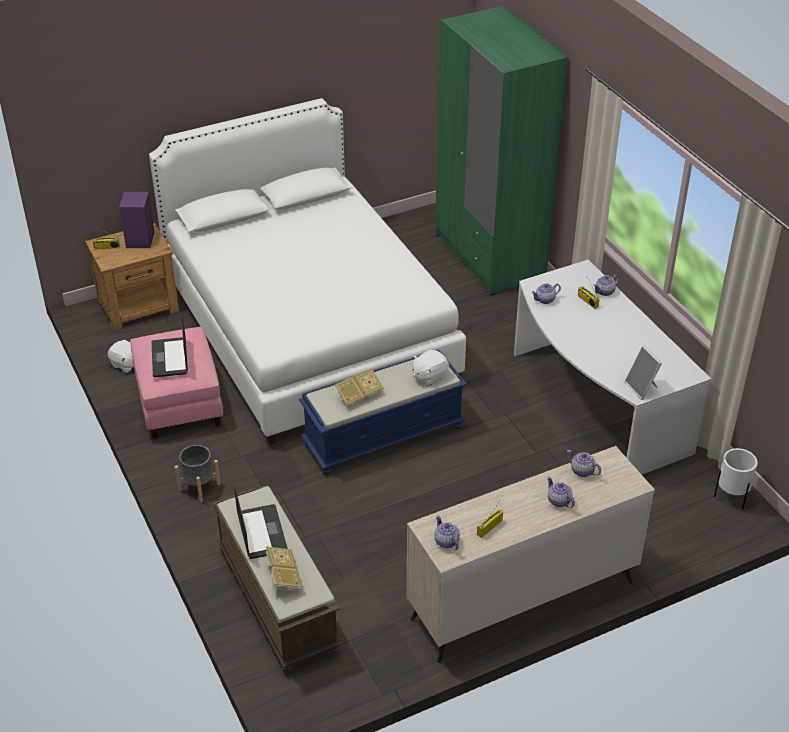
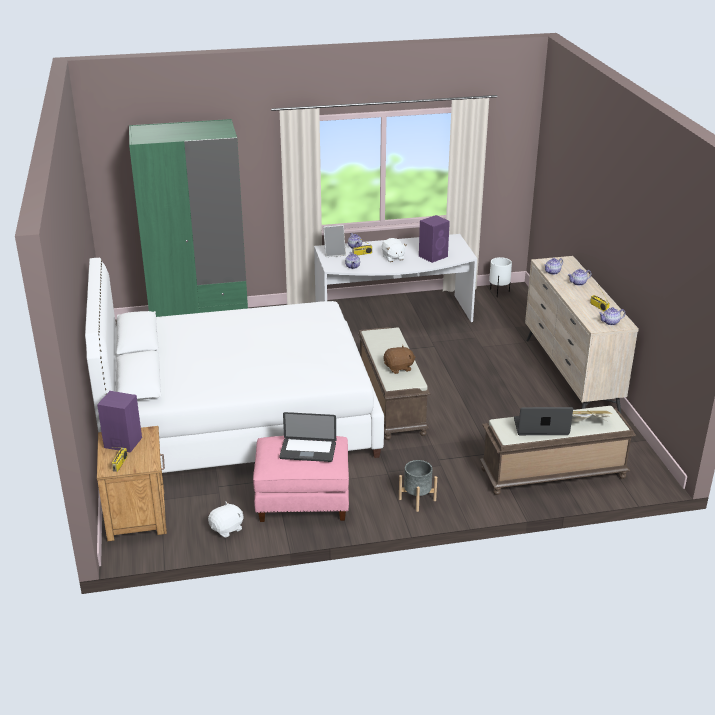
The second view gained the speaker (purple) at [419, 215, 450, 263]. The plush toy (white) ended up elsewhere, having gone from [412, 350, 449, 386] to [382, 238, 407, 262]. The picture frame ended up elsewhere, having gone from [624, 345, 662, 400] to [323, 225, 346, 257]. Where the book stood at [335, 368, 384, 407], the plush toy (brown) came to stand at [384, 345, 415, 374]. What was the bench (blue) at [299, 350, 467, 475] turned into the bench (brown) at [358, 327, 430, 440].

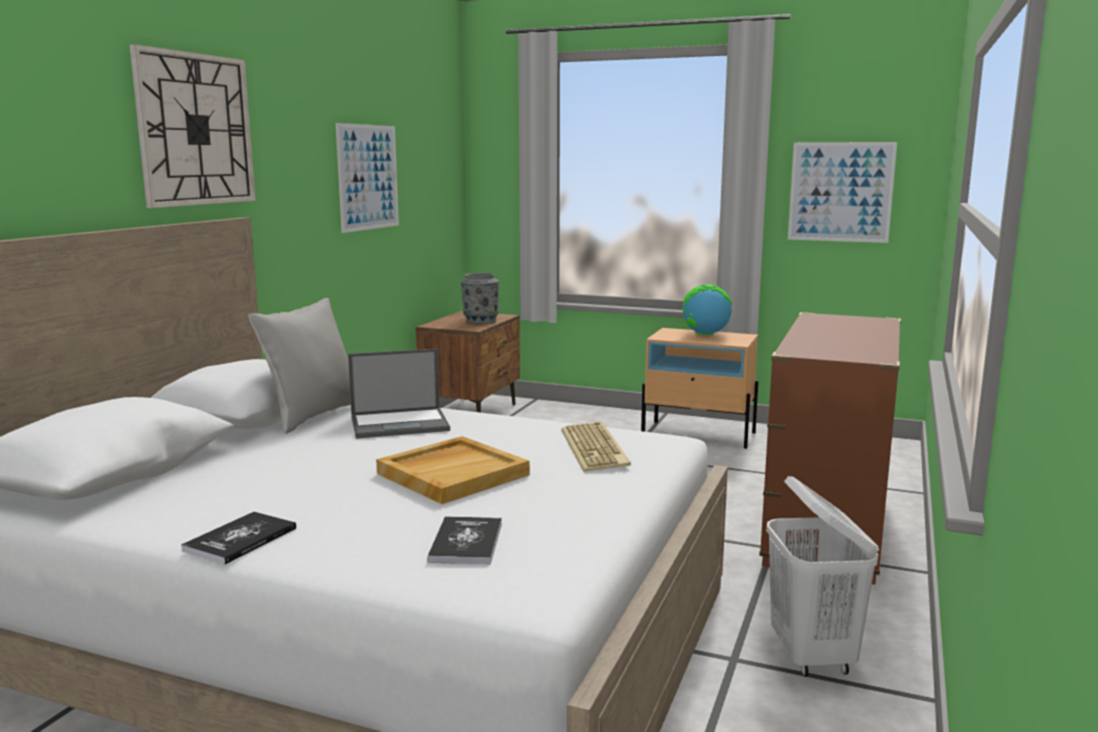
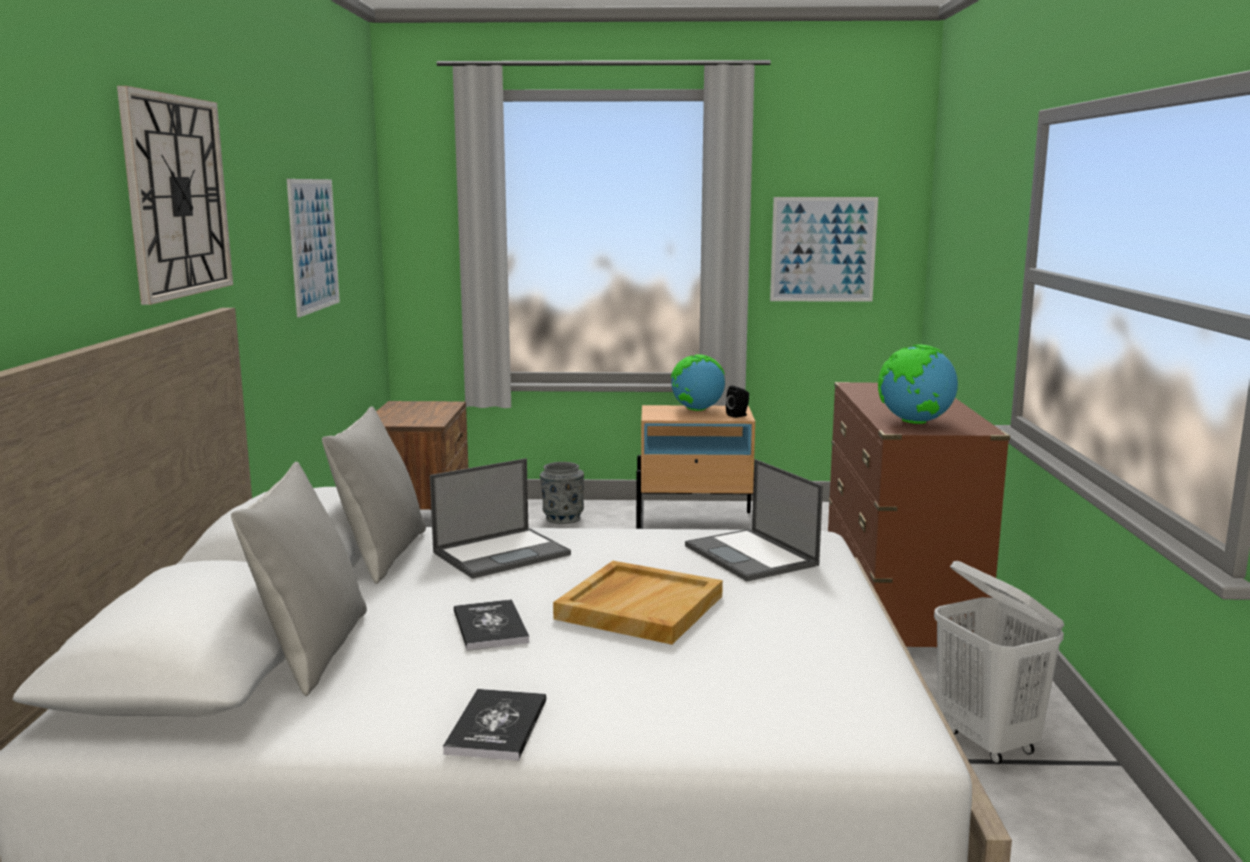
The second view gained the pillow (grey) at [231, 462, 367, 696]. The second view gained the speaker (black) at [726, 385, 749, 418]. The second view gained the globe at [878, 345, 958, 424]. The book ended up elsewhere, having gone from [427, 516, 502, 565] to [454, 599, 529, 651]. The vase (grey) ended up elsewhere, having gone from [461, 273, 499, 324] to [540, 462, 584, 524]. Where the keyboard stood at [561, 422, 631, 472], the laptop came to stand at [685, 459, 823, 581].

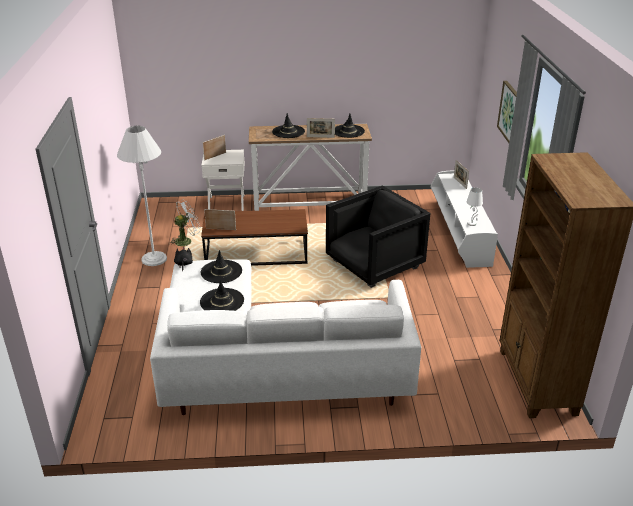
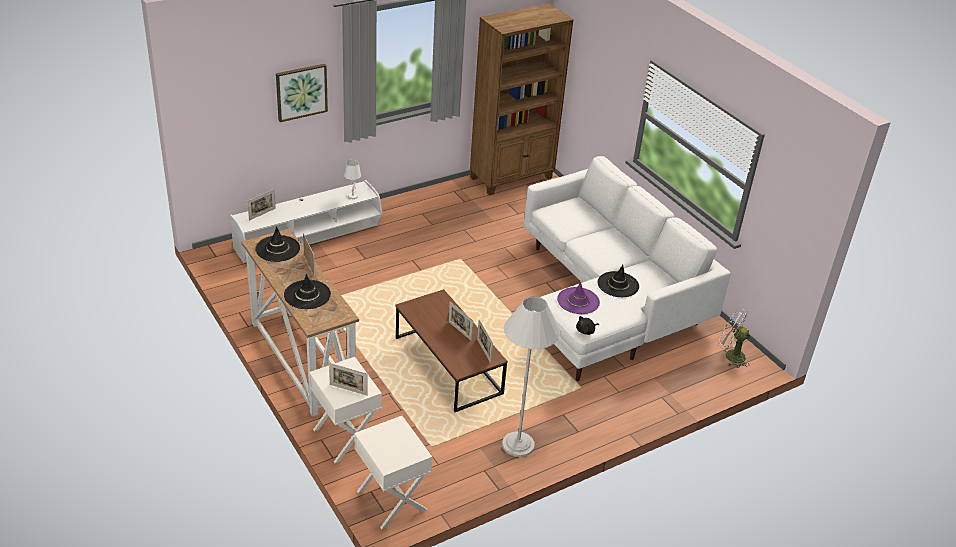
The second view lost the armchair (black) at [326, 185, 430, 288]. The second view gained the nightstand (white) at [355, 416, 432, 530]. The second view gained the picture frame at [448, 302, 473, 341]. The fan (white) ended up elsewhere, having gone from [169, 200, 200, 246] to [718, 308, 750, 368]. What was the hat (black) at [201, 250, 242, 283] turned into the hat (purple) at [557, 281, 600, 314].

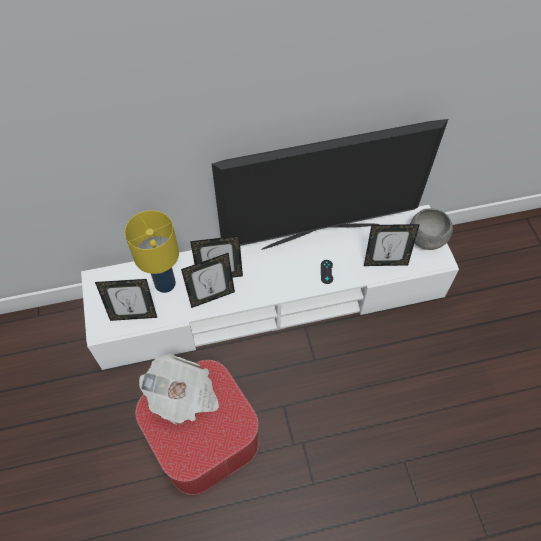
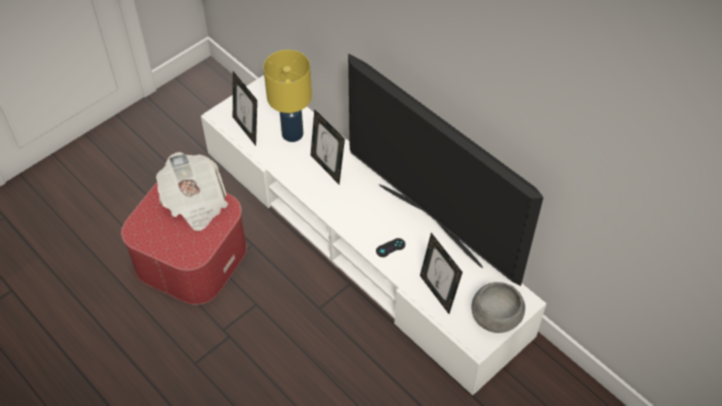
The second view lost the picture frame at [181, 253, 235, 308].

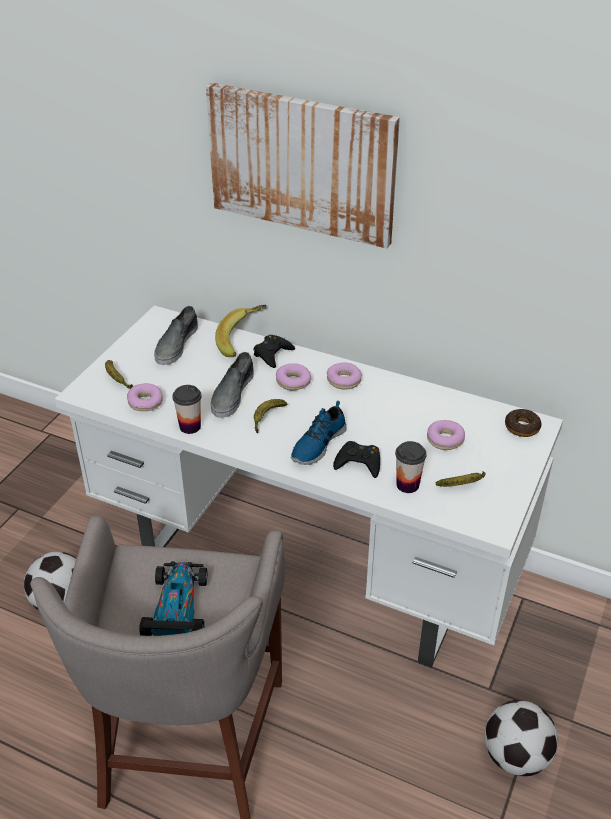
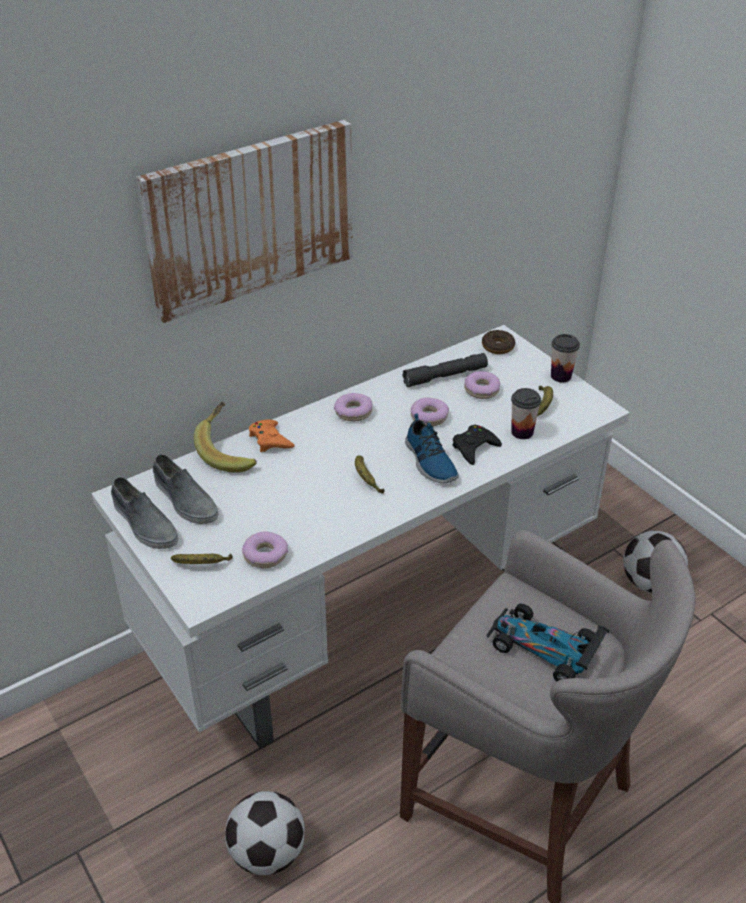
The second view gained the flashlight (grey) at [402, 353, 488, 387]. The cup ended up elsewhere, having gone from [172, 385, 202, 434] to [551, 334, 580, 382]. The shoe (grey) ended up elsewhere, having gone from [211, 352, 254, 418] to [111, 477, 178, 549]. The donut ended up elsewhere, having gone from [276, 363, 311, 390] to [411, 397, 449, 426]. What was the game controller (black) at [254, 335, 295, 368] turned into the game controller (orange) at [249, 420, 295, 452].

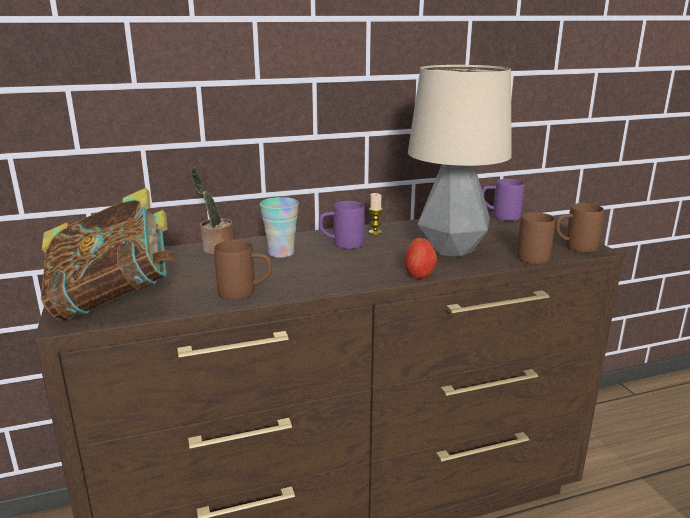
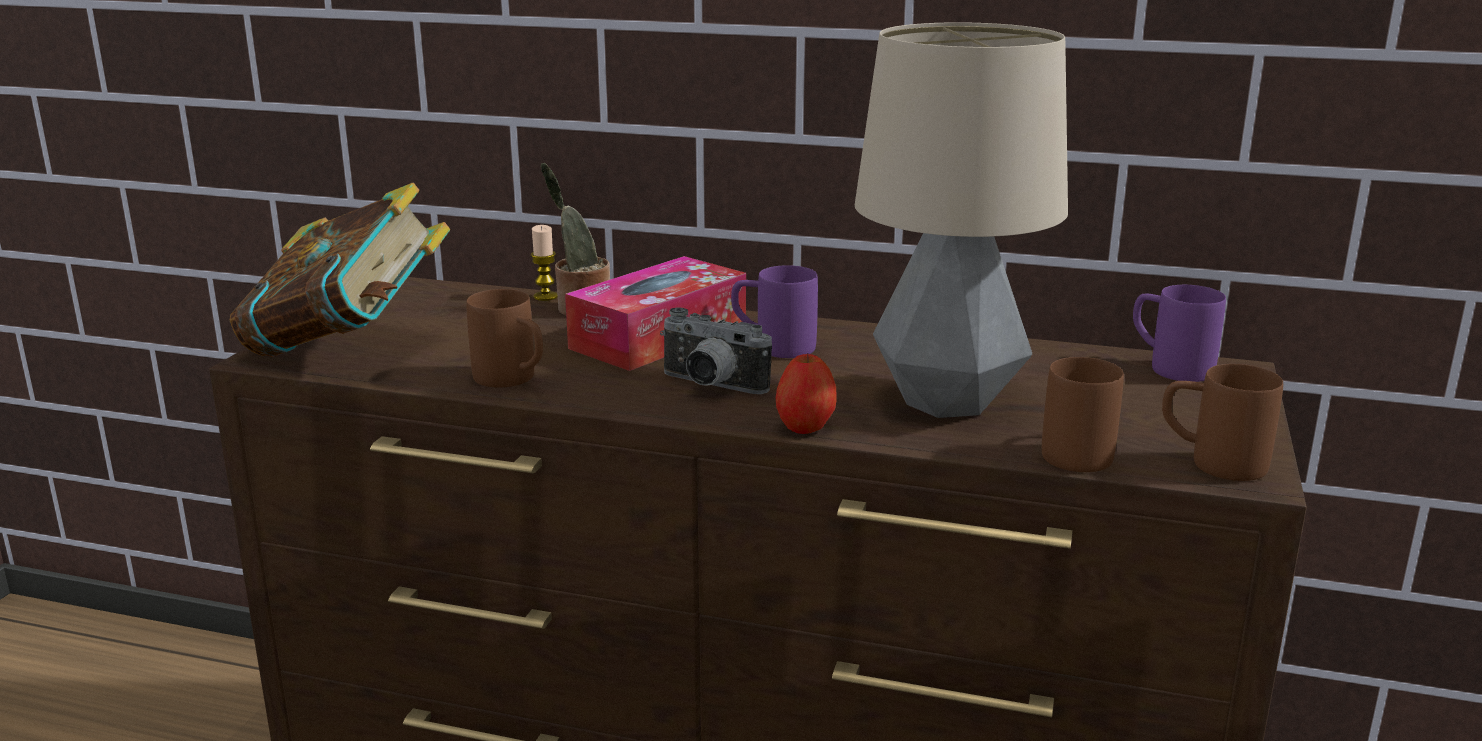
The second view gained the photo camera at [660, 307, 772, 394]. The candle ended up elsewhere, having gone from [369, 193, 383, 235] to [531, 225, 558, 301]. Where the cup stood at [260, 197, 299, 258], the tissue box came to stand at [565, 256, 746, 371].

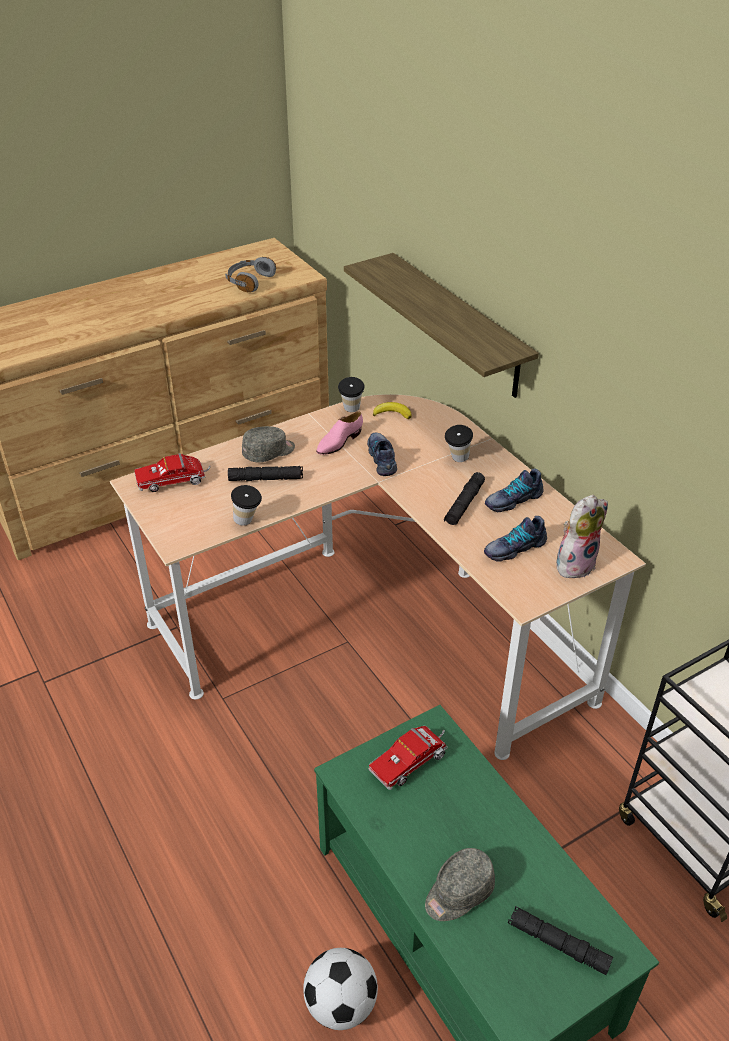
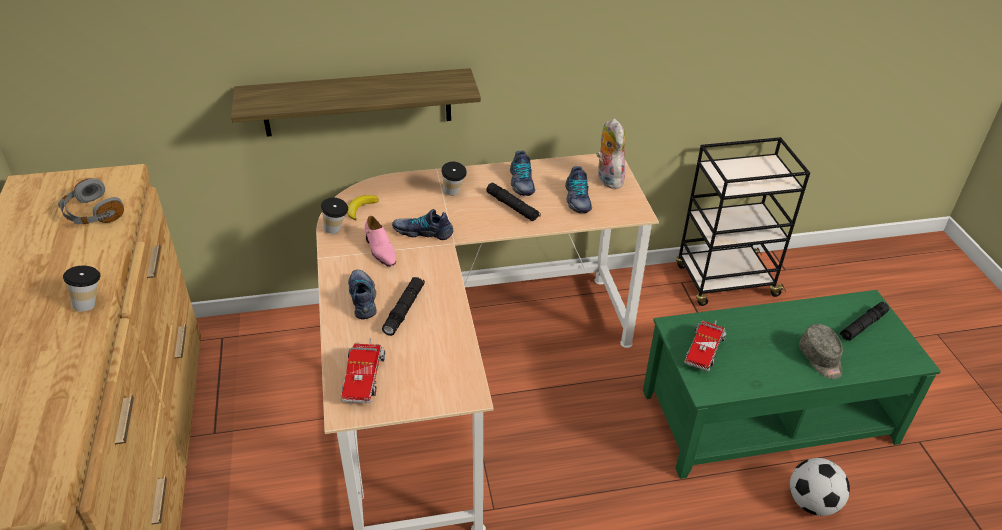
The cup ended up elsewhere, having gone from [231, 485, 262, 526] to [63, 266, 100, 311]. Where the cap (grey) stood at [242, 426, 295, 462], the shoe came to stand at [348, 270, 377, 320]. The toy truck at [369, 726, 448, 790] ended up facing another way, 45 degrees clockwise from before.

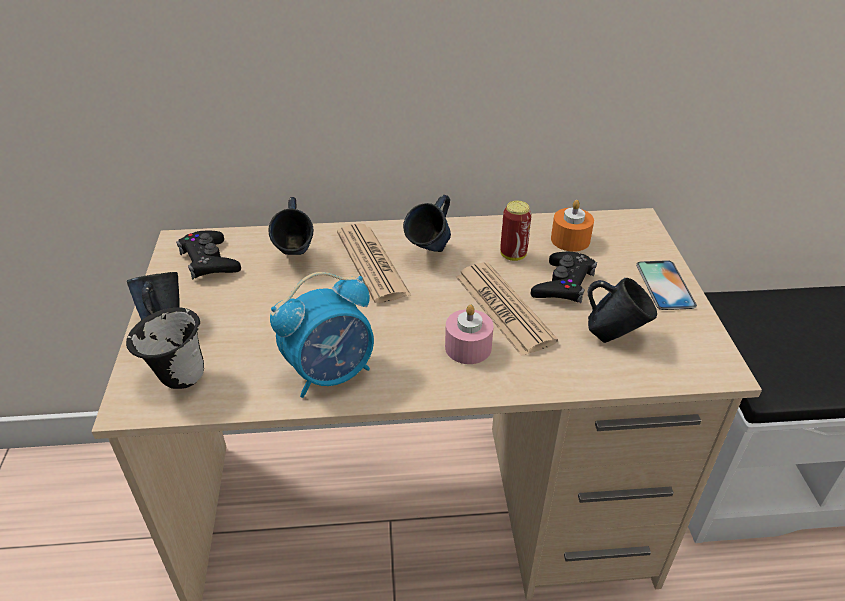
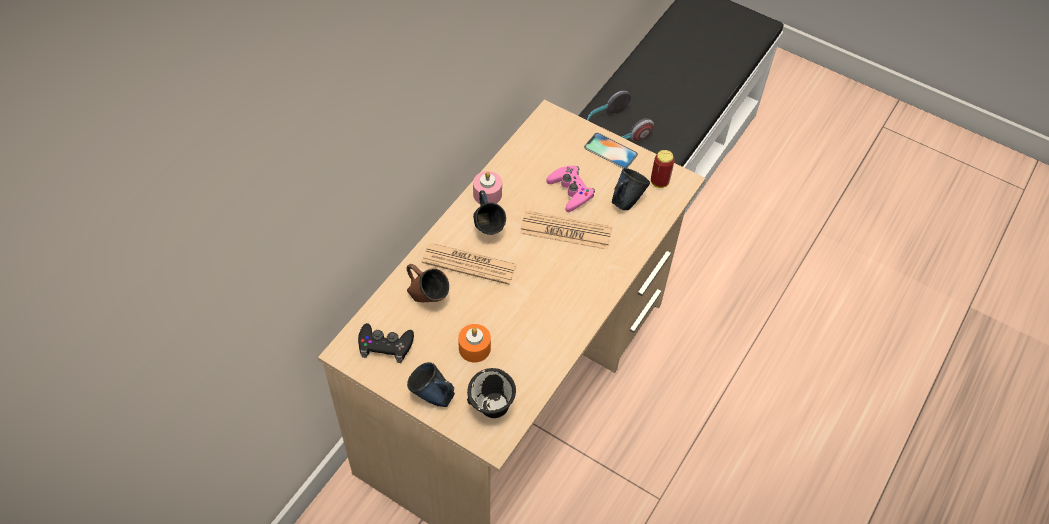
The second view lost the alarm clock at [270, 272, 374, 398]. The second view gained the headphones at [587, 91, 654, 141]. The candle (pink) ended up elsewhere, having gone from [445, 305, 494, 364] to [473, 171, 502, 204]. The can ended up elsewhere, having gone from [500, 201, 532, 261] to [651, 150, 675, 188]. The candle (orange) ended up elsewhere, having gone from [551, 200, 594, 252] to [458, 324, 491, 362]. What was the mug (blue) at [269, 197, 313, 255] turned into the mug (brown) at [406, 264, 449, 302]. What was the game controller (black) at [531, 252, 597, 303] turned into the game controller (pink) at [546, 166, 595, 212].

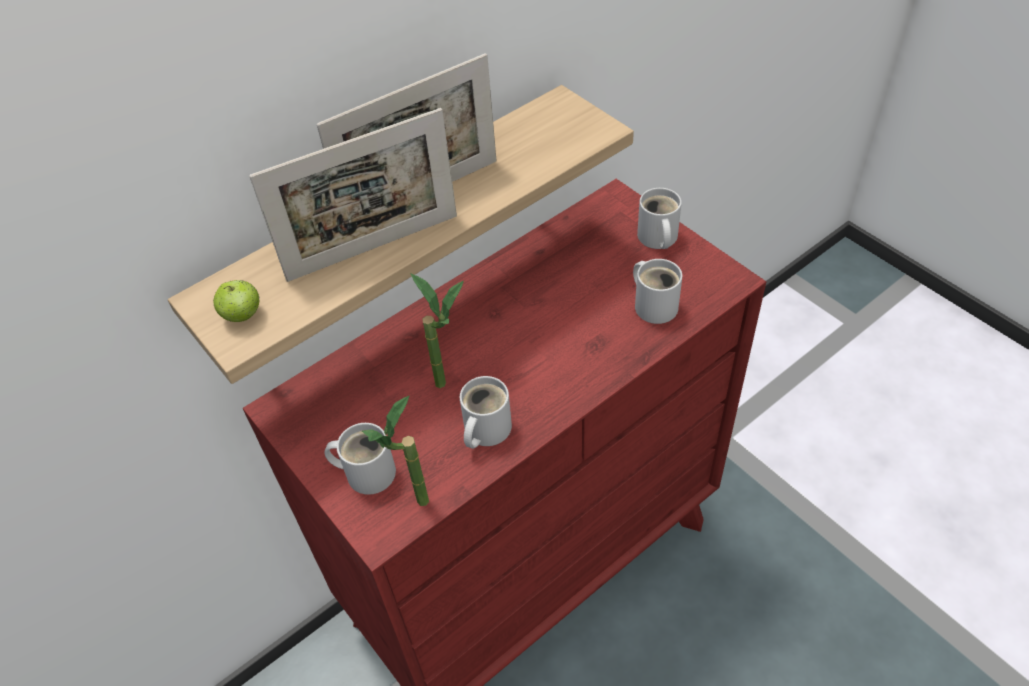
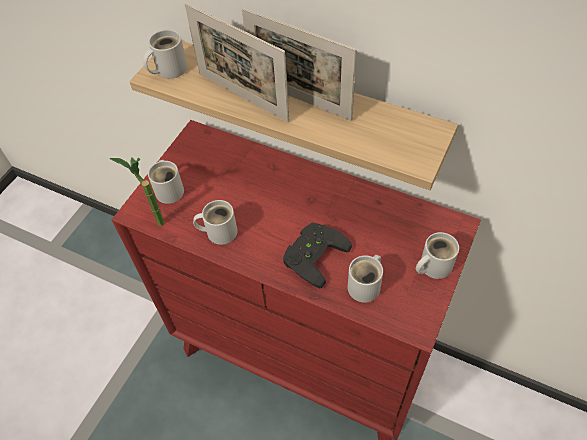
The second view lost the potted plant at [411, 274, 464, 388]. The second view gained the game controller (black) at [283, 222, 352, 288]. Where the apple stood at [213, 280, 260, 322], the mug (white) came to stand at [143, 30, 188, 79].

